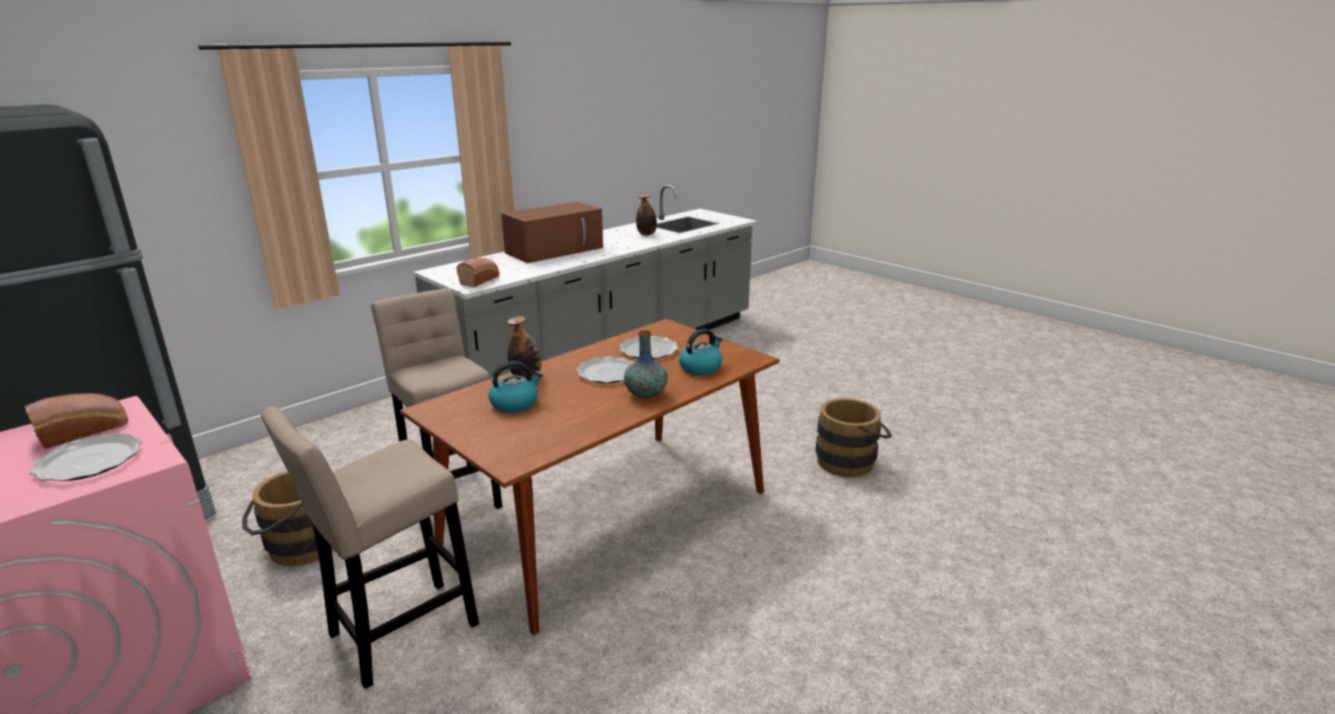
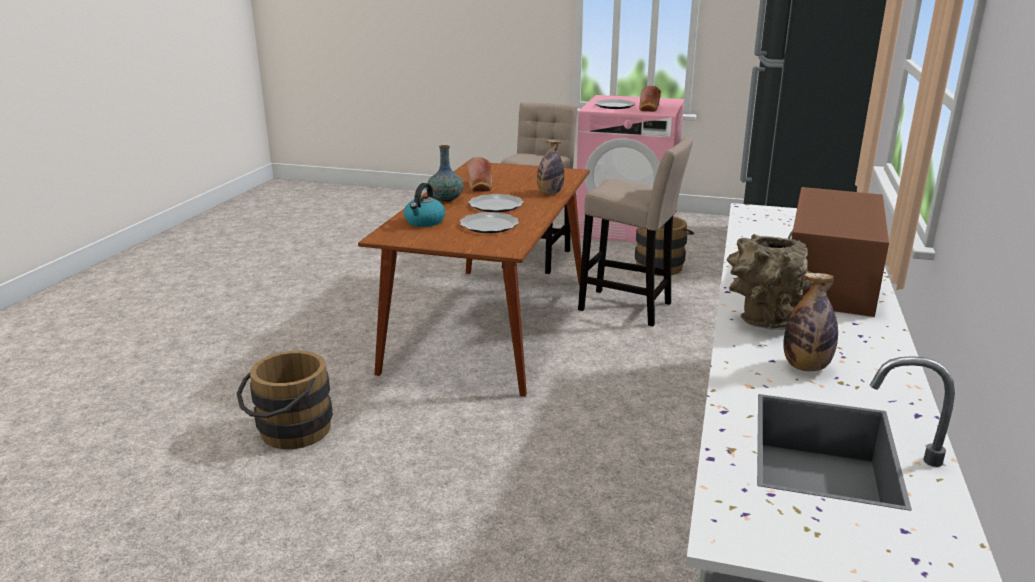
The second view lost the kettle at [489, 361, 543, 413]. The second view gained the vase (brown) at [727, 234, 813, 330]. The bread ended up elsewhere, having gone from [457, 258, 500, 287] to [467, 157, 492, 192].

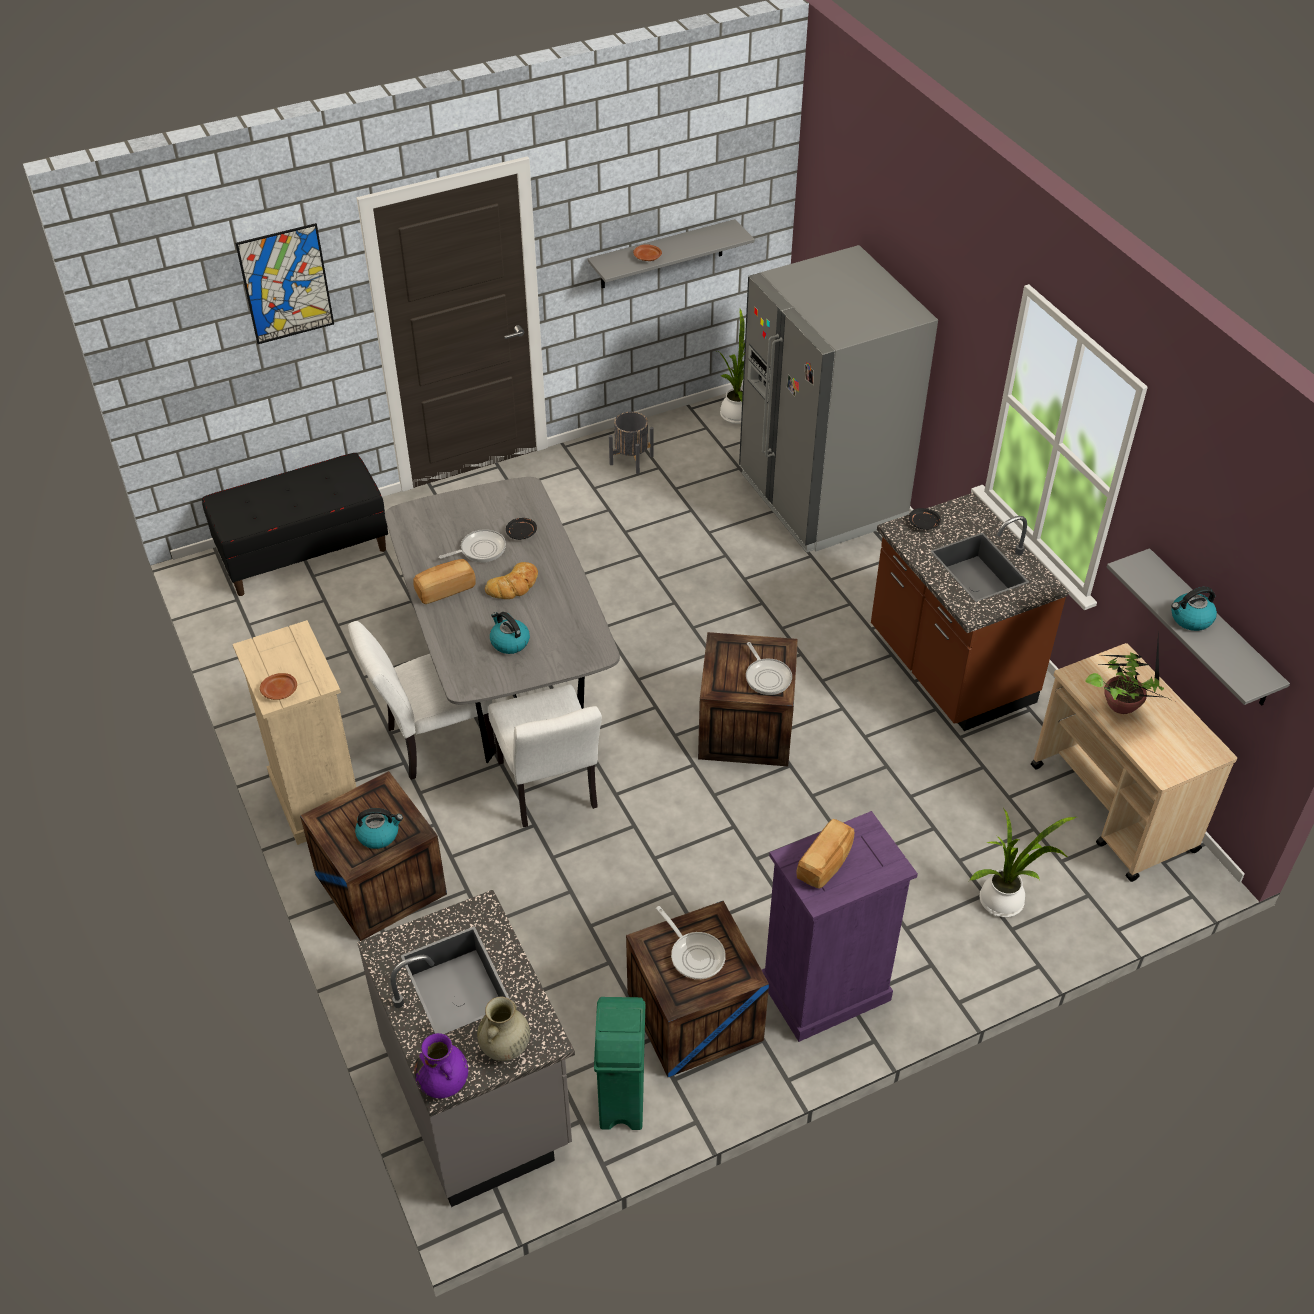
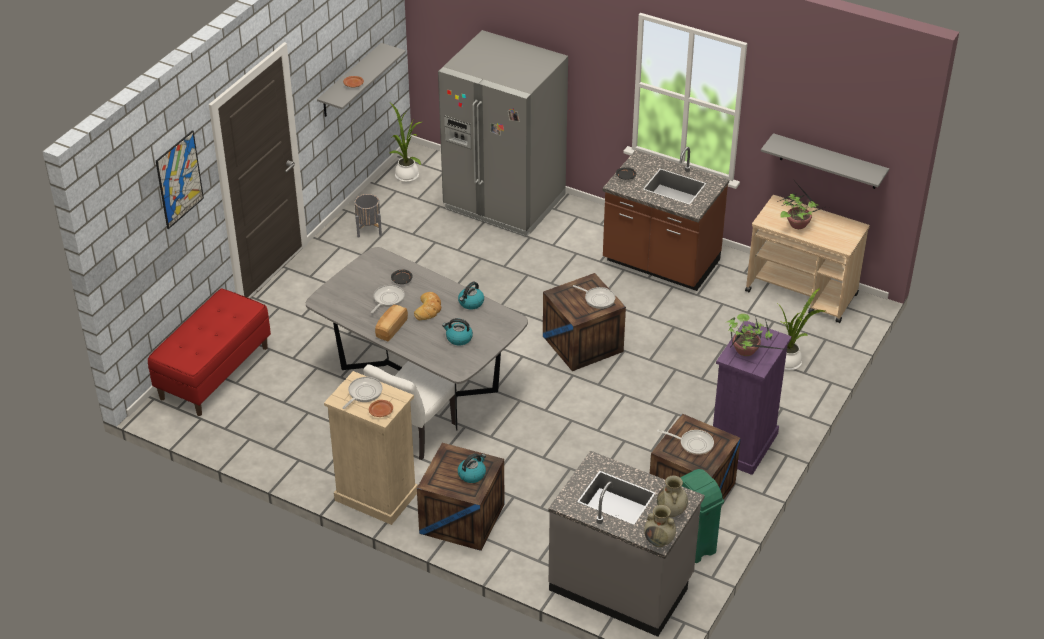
The second view lost the chair (white) at [488, 684, 602, 827]. The second view gained the frying pan at [342, 377, 383, 409]. The kettle ended up elsewhere, having gone from [1171, 587, 1217, 631] to [458, 281, 484, 309]. Where the bread stood at [796, 819, 854, 889], the potted plant came to stand at [727, 314, 797, 356]. What was the bench (black) at [202, 453, 388, 596] turned into the bench (red) at [148, 288, 271, 416]. What was the vase (purple) at [414, 1033, 468, 1098] turned into the vase (beige) at [644, 505, 676, 547].

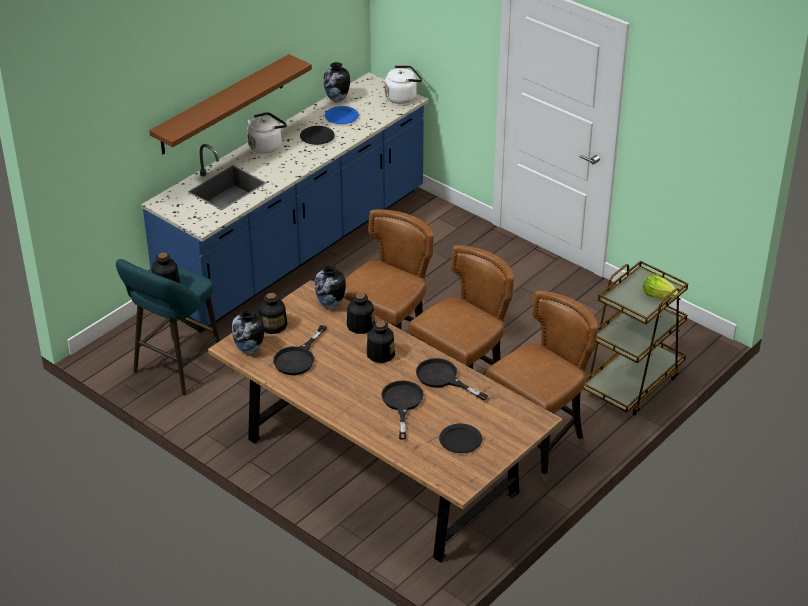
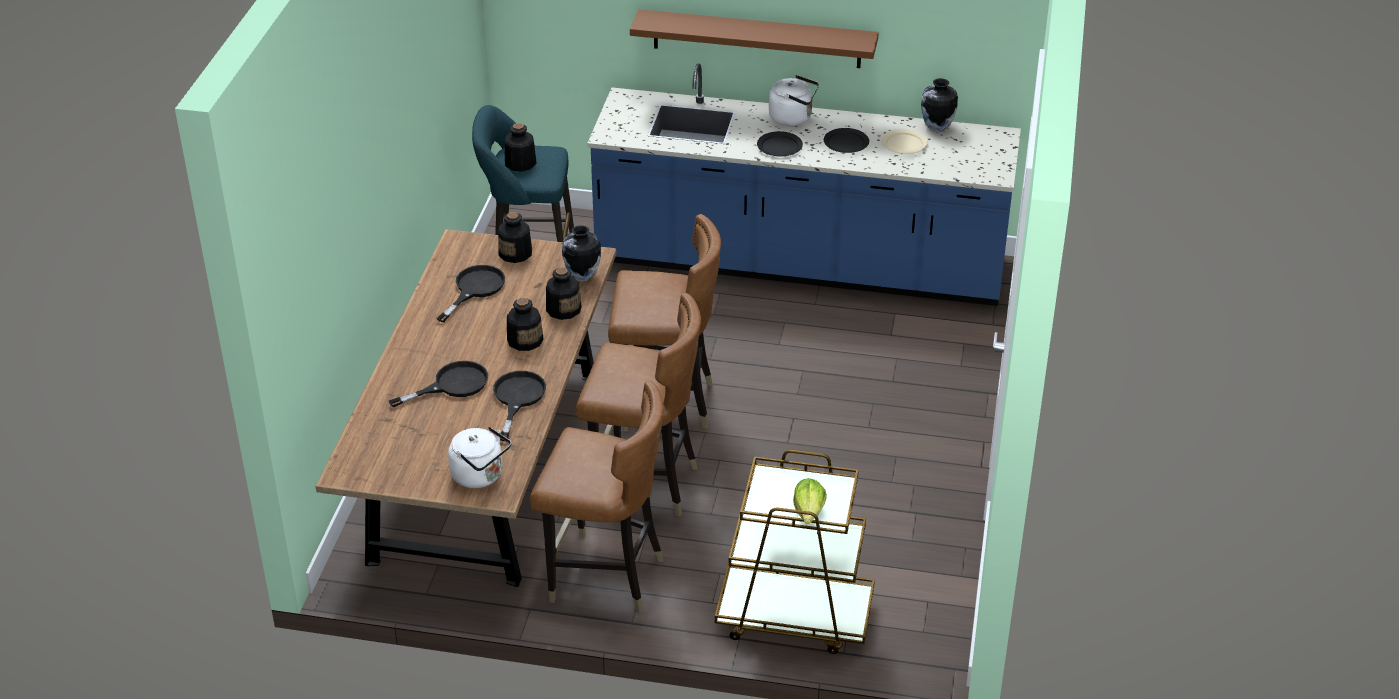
The second view lost the vase at [232, 309, 264, 354]. The kettle (white) ended up elsewhere, having gone from [385, 65, 422, 104] to [448, 427, 511, 488]. The plate (black) ended up elsewhere, having gone from [439, 424, 482, 453] to [757, 131, 803, 156]. What was the plate (blue) at [325, 106, 359, 124] turned into the plate (beige) at [882, 129, 928, 154]. The frying pan (black) at [273, 325, 327, 375] ended up facing another way, 120 degrees clockwise from before.

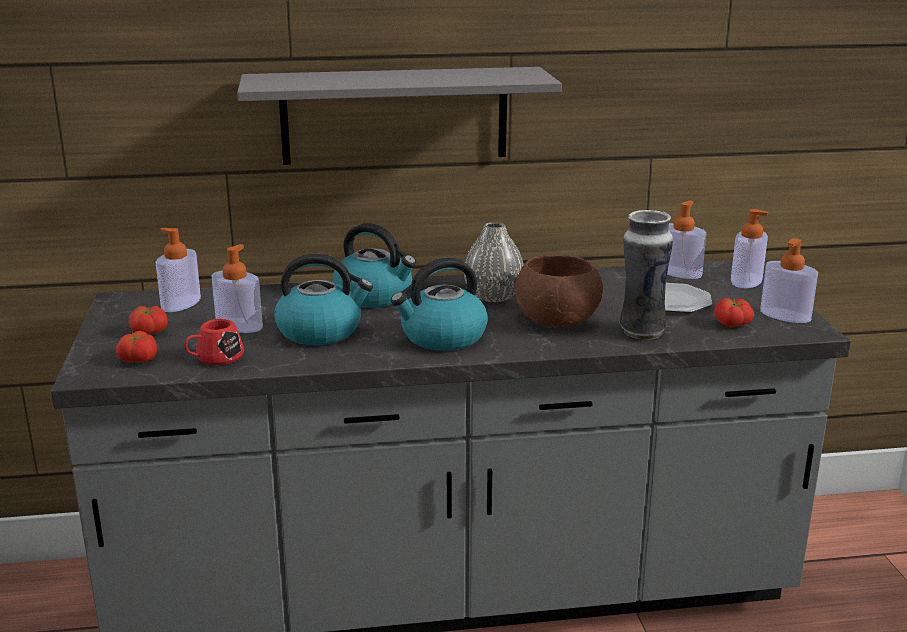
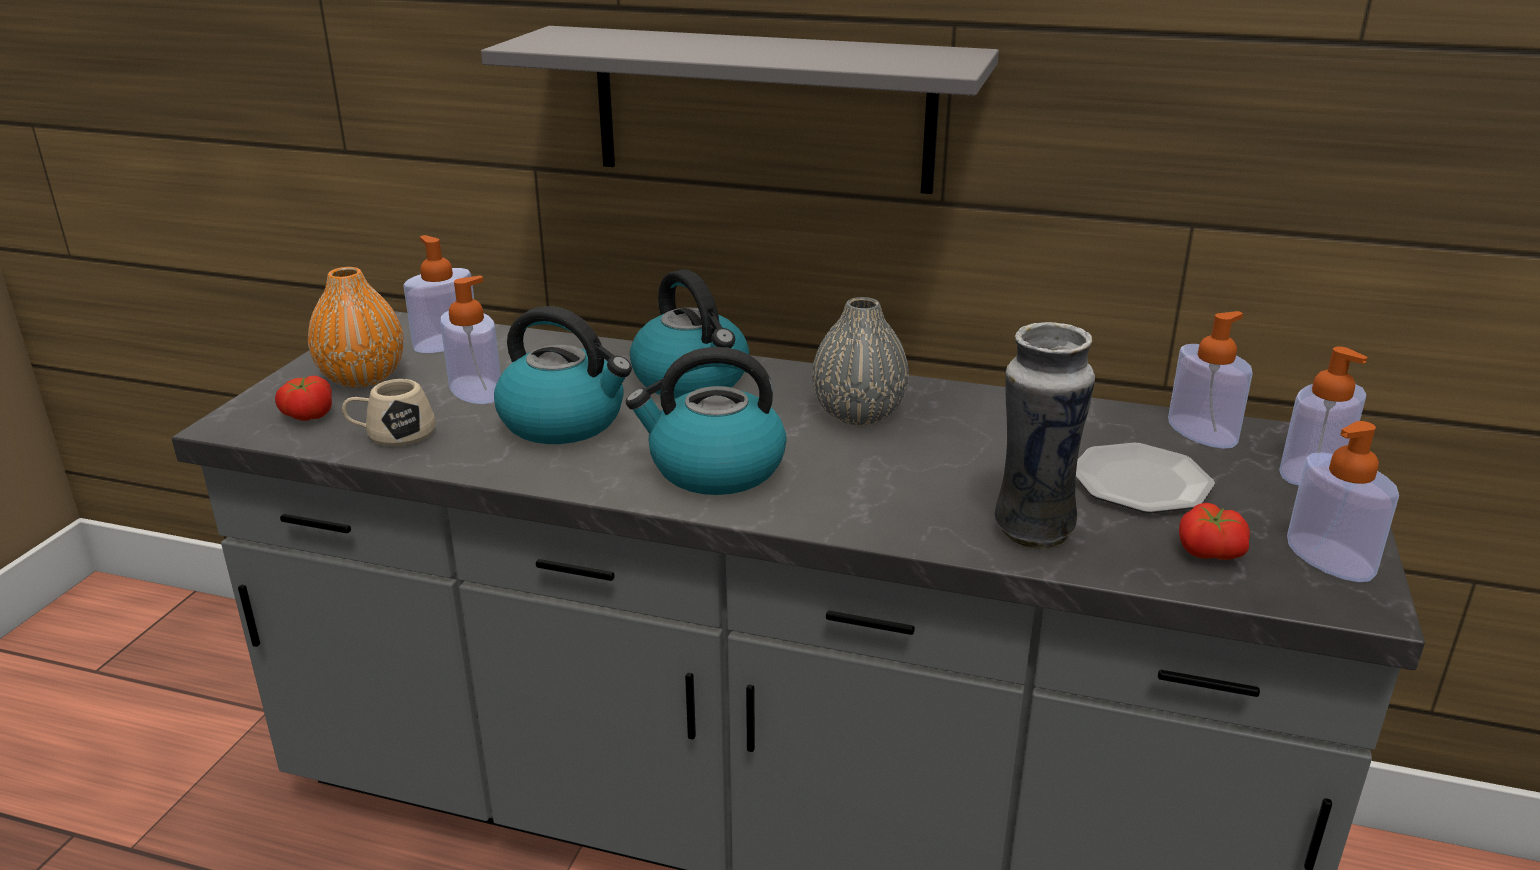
The second view lost the bowl (brown) at [515, 255, 603, 328]. Where the tomato stood at [129, 306, 168, 334], the vase (orange) came to stand at [308, 267, 404, 388]. What was the mug (red) at [184, 319, 244, 365] turned into the mug (beige) at [342, 379, 436, 446].

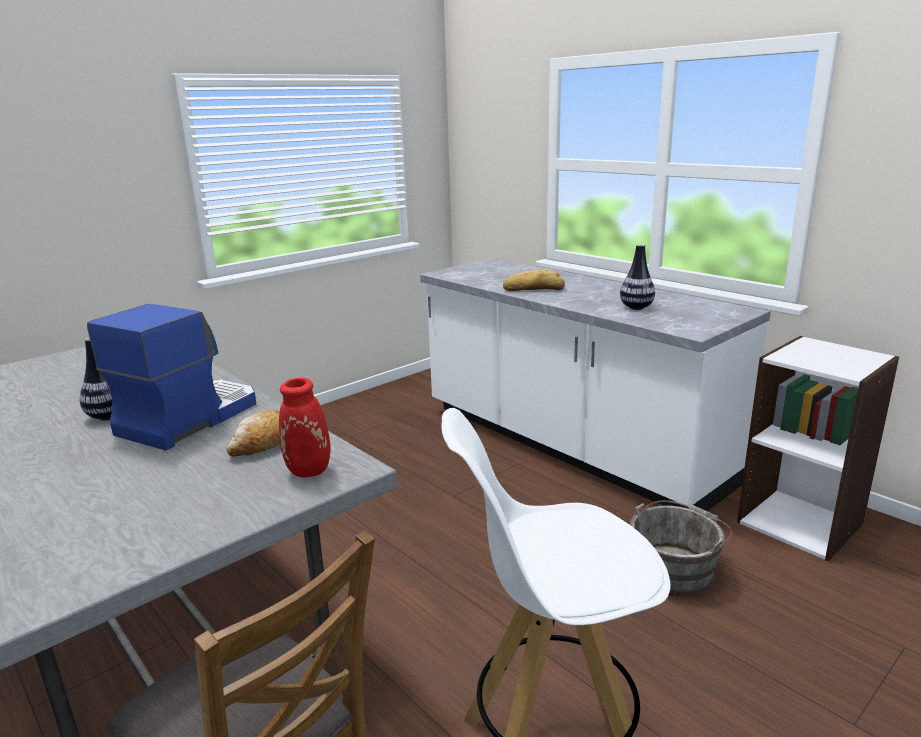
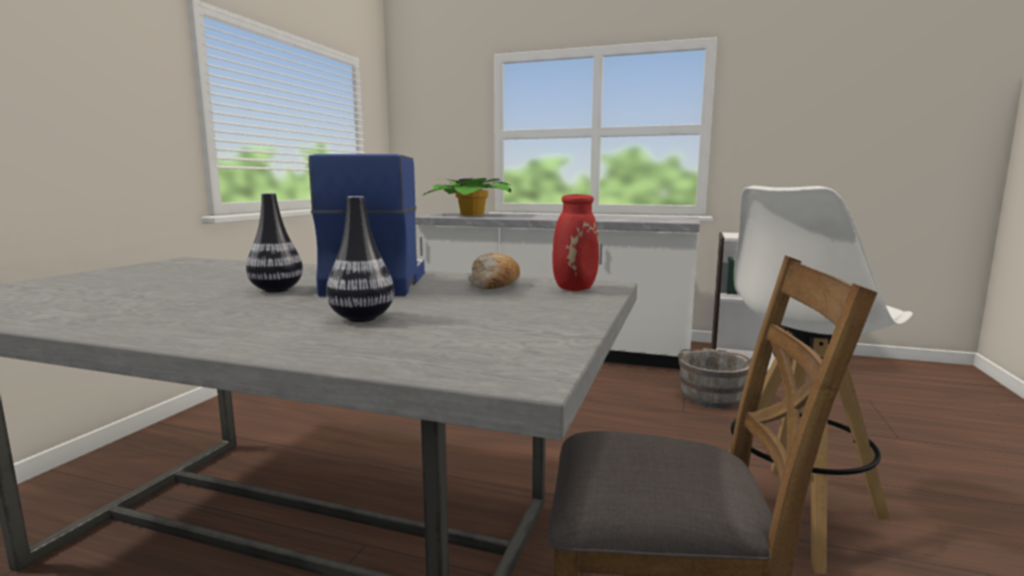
The second view lost the bread at [503, 270, 565, 291]. The second view gained the potted plant at [423, 178, 511, 216]. The vase ended up elsewhere, having gone from [620, 244, 655, 310] to [326, 196, 394, 322].

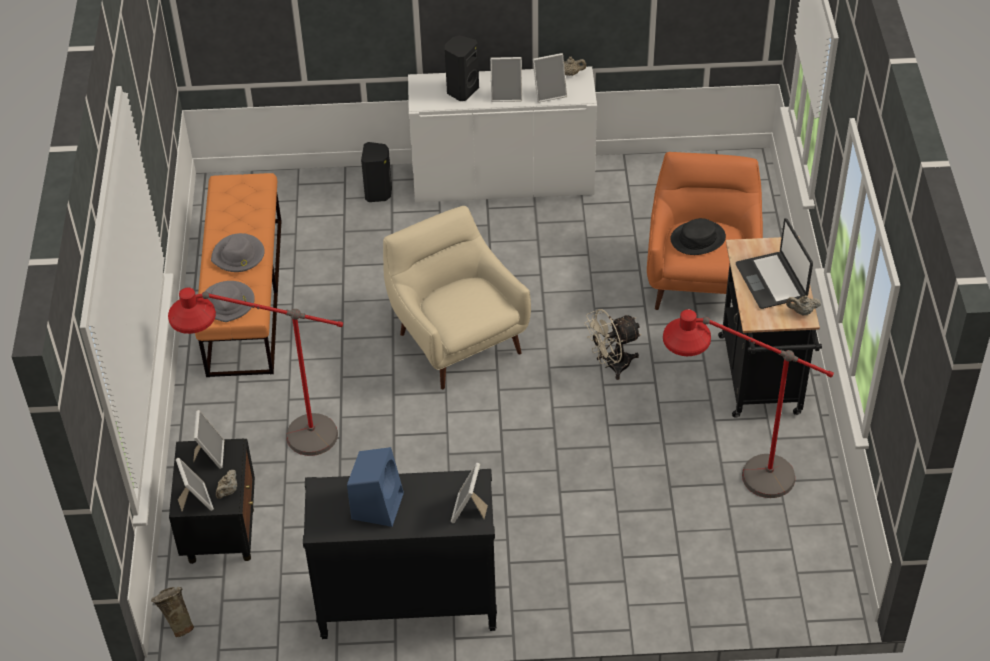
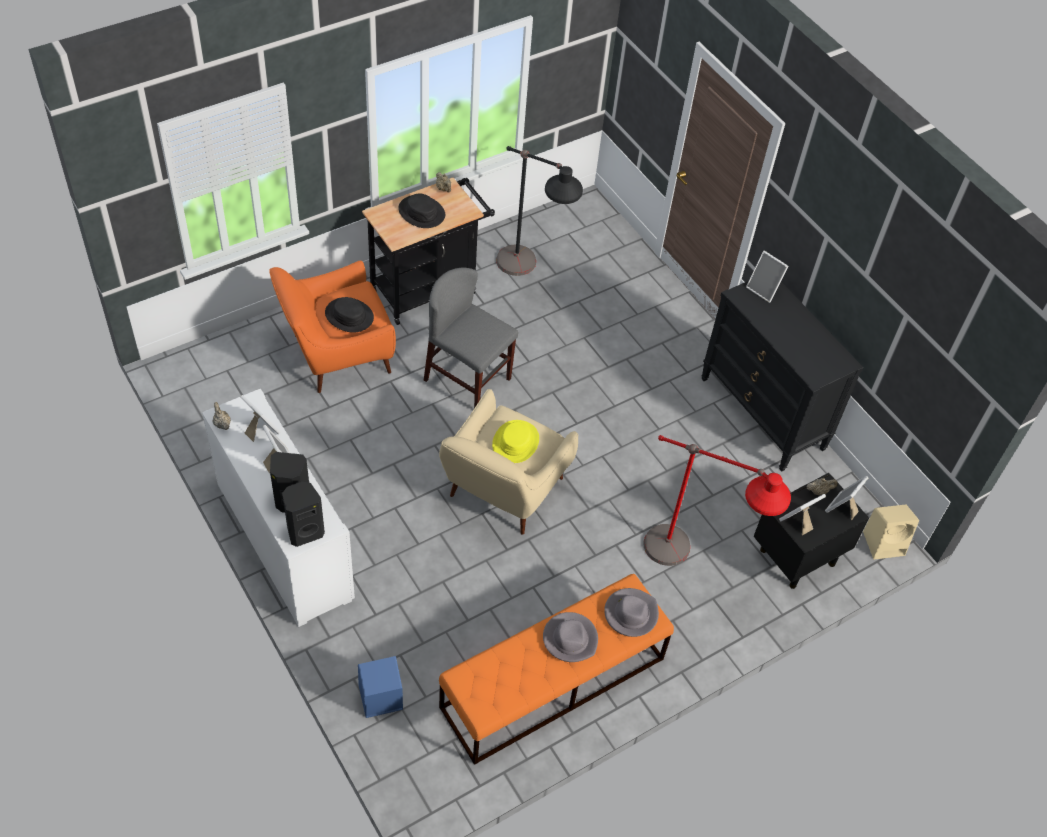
The second view gained the hat (yellow) at [492, 420, 539, 463]. The speaker (blue) ended up elsewhere, having gone from [347, 447, 404, 527] to [358, 656, 403, 718]. The speaker (black) ended up elsewhere, having gone from [361, 142, 392, 202] to [282, 482, 325, 547]. Where the vase (beige) stood at [151, 587, 194, 637], the speaker (beige) came to stand at [863, 504, 919, 560]. Where the fan (beige) stood at [584, 309, 642, 380], the chair (grey) came to stand at [424, 267, 518, 408]. Where the laptop stood at [736, 218, 813, 309], the hat (black) came to stand at [398, 193, 445, 228]. What was the floor lamp (red) at [663, 309, 834, 498] turned into the floor lamp (black) at [496, 146, 583, 276]. The picture frame at [451, 463, 488, 523] ended up facing another way, 60 degrees clockwise from before.

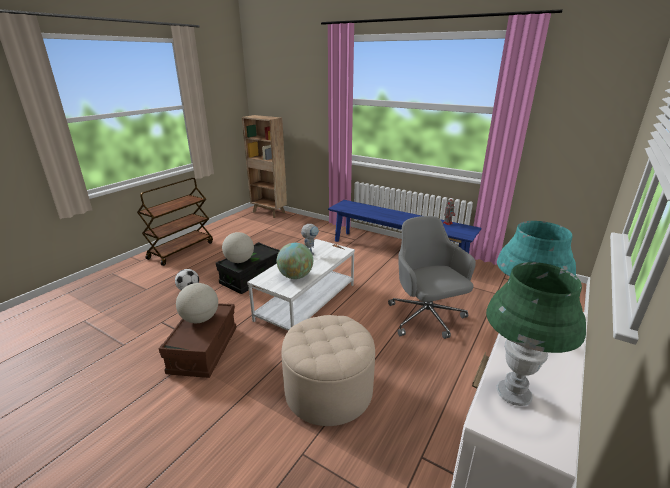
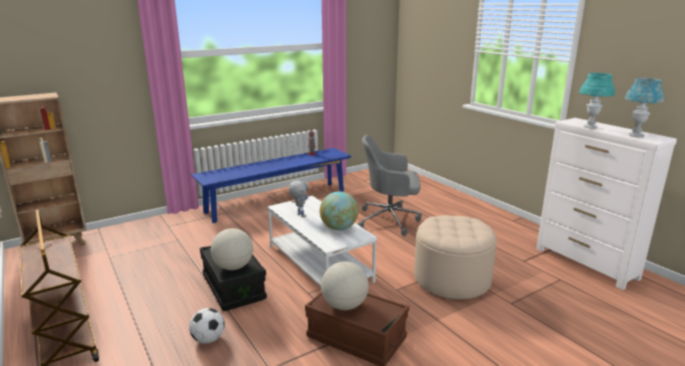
What was the table lamp (green) at [486, 262, 586, 406] turned into the table lamp (blue) at [625, 78, 664, 137].

